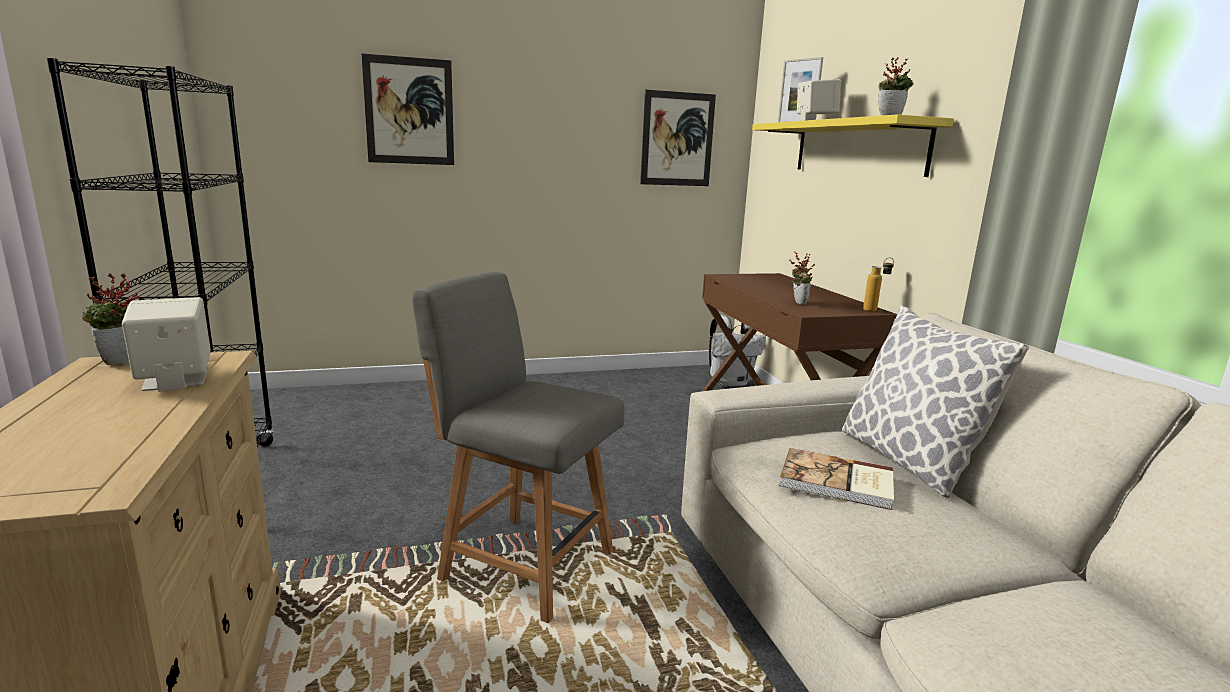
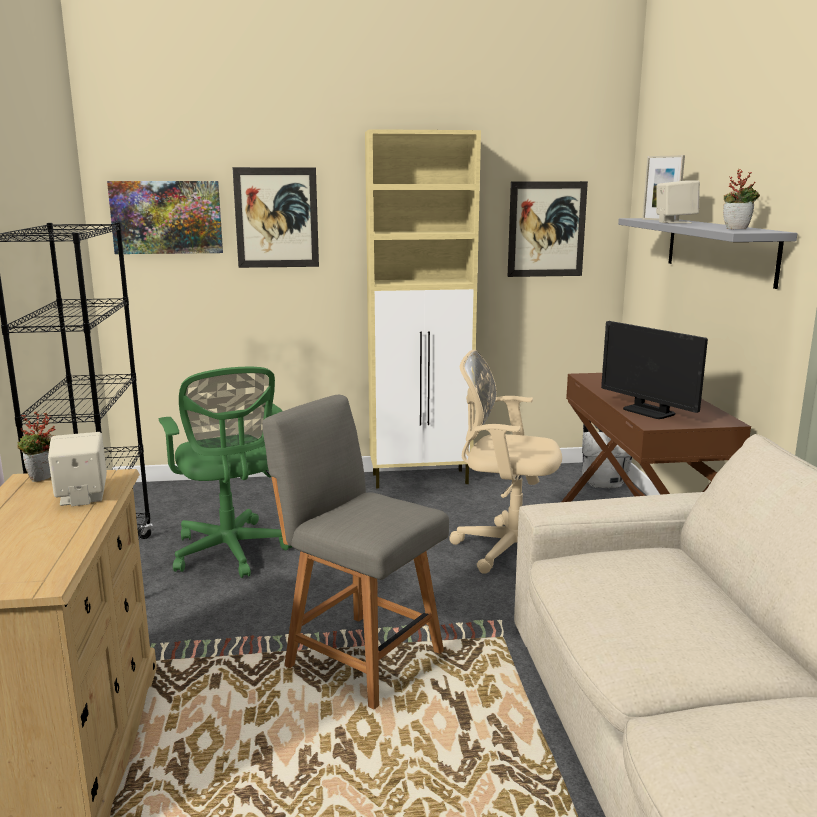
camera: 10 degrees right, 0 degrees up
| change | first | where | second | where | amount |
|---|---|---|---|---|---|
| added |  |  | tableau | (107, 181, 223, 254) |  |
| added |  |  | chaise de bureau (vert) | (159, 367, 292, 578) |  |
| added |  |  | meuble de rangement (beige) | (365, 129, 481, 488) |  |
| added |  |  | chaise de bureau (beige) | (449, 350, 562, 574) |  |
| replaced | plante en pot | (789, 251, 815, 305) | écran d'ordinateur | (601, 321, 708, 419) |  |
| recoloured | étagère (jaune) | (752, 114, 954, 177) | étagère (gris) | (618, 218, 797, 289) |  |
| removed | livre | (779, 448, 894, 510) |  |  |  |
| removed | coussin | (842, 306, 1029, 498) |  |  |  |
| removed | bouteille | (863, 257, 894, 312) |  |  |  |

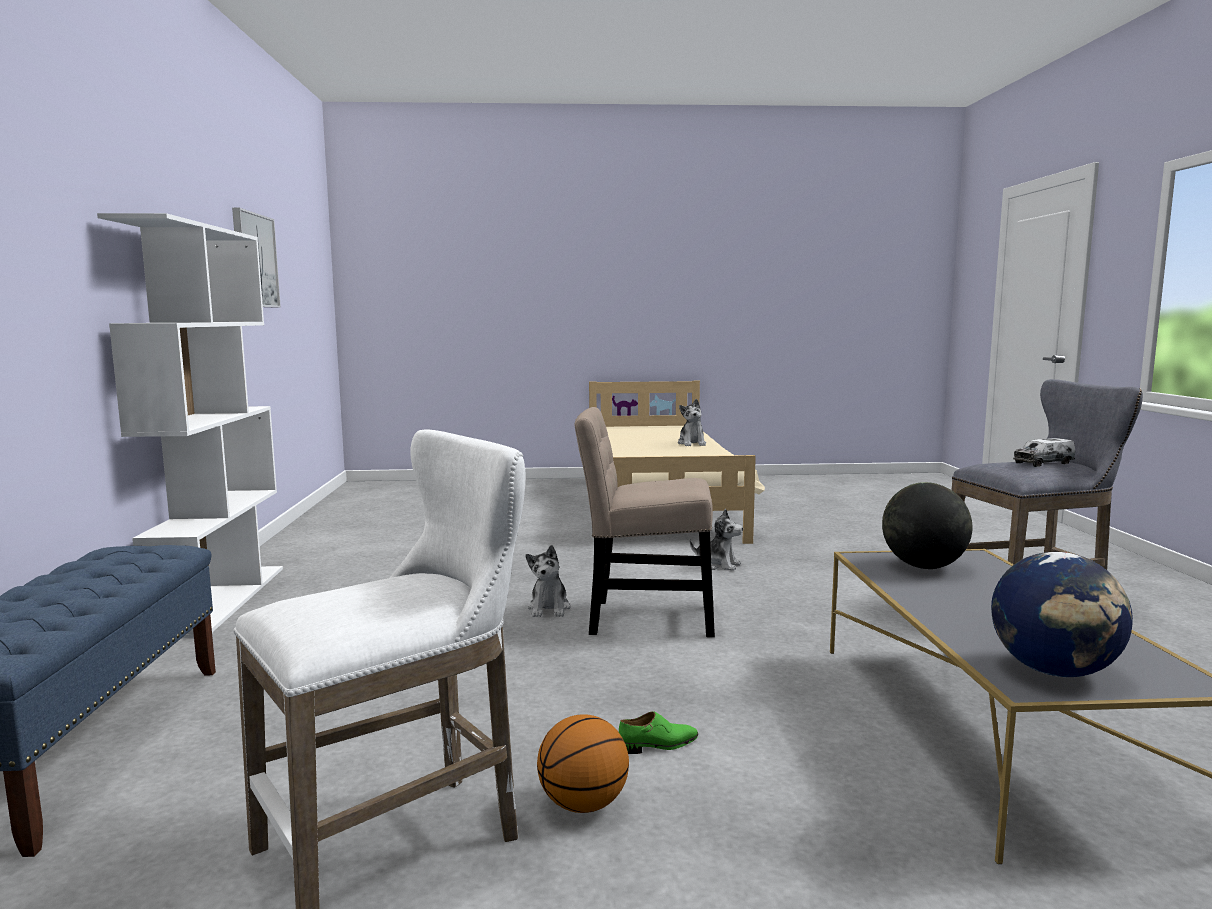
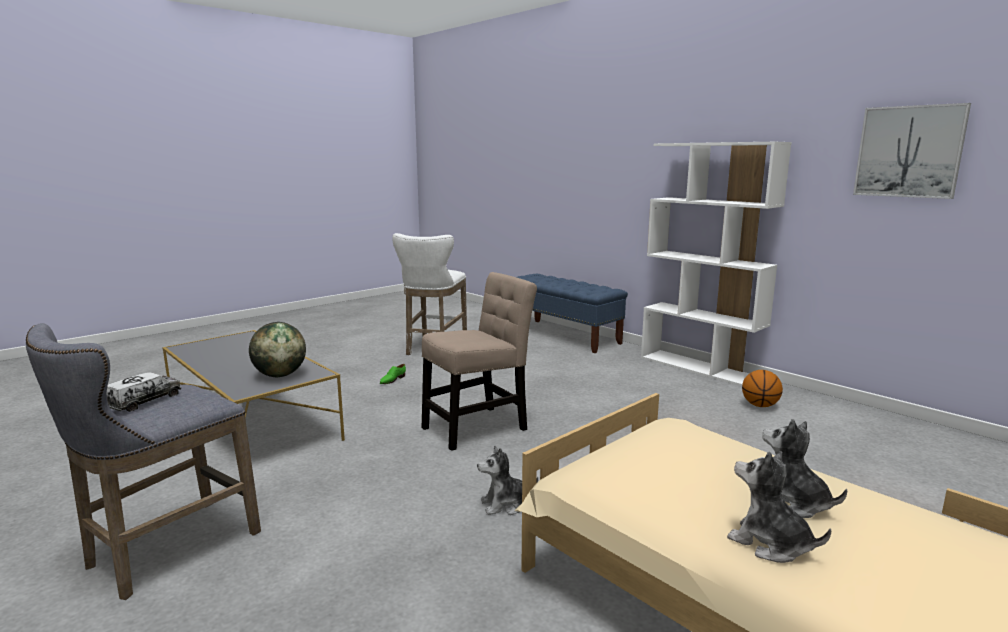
camera: 140 degrees right, 5 degrees up
| change | first | where | second | where | amount |
|---|---|---|---|---|---|
| moved | ballon de basket | (537, 714, 629, 813) |  | (742, 370, 783, 407) |  |
| moved | peluche | (526, 545, 571, 617) |  | (762, 419, 847, 518) |  |
| removed | globe | (991, 552, 1133, 677) |  |  |  |

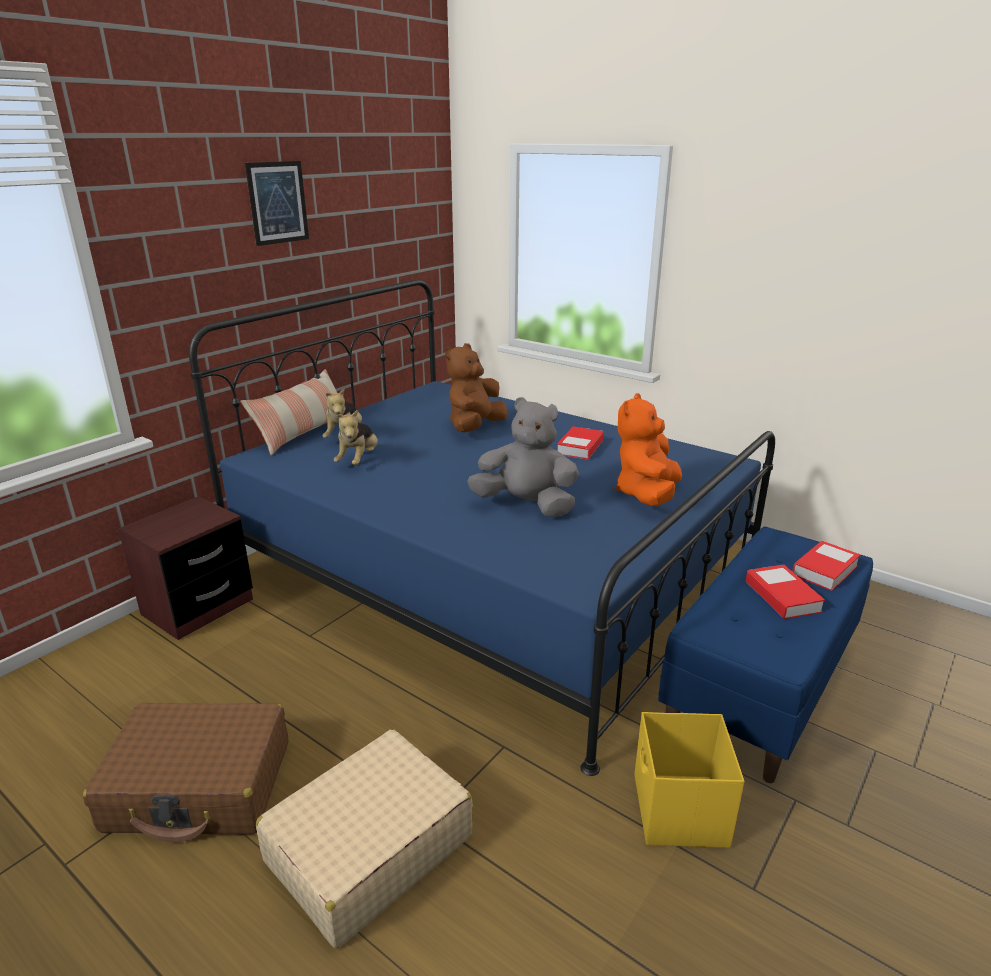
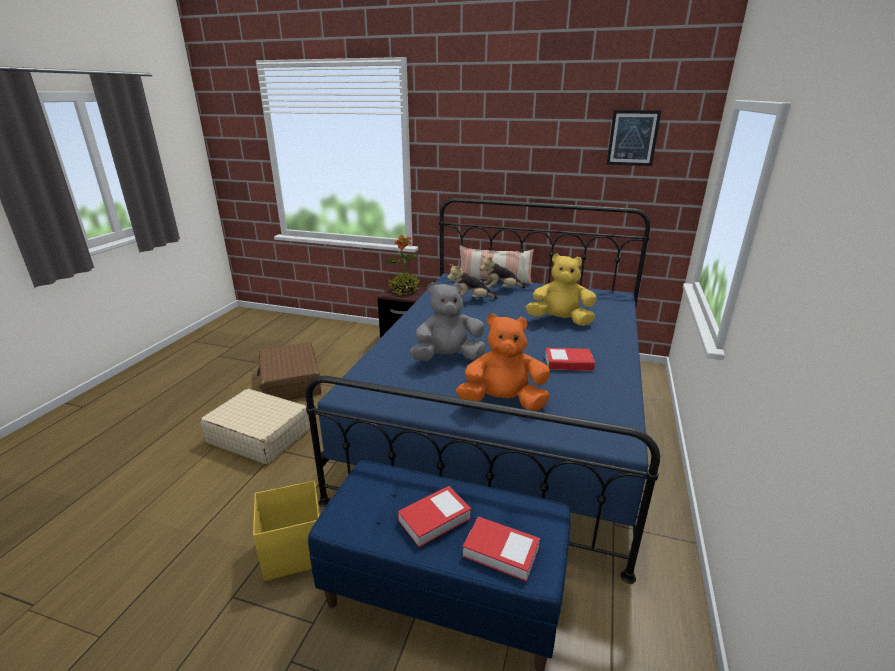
camera: 70 degrees right, 0 degrees up
| change | first | where | second | where | amount |
|---|---|---|---|---|---|
| added |  |  | plante en pot | (385, 234, 420, 295) |  |
| turned | peluche (gris) | (467, 397, 579, 517) |  | (410, 282, 486, 361) | 105 degrees counterclockwise |
| recoloured | peluche (marron) | (445, 343, 507, 432) | peluche (jaune) | (526, 254, 597, 326) |  |
| moved | tableau | (245, 161, 309, 246) |  | (607, 110, 661, 166) |  |

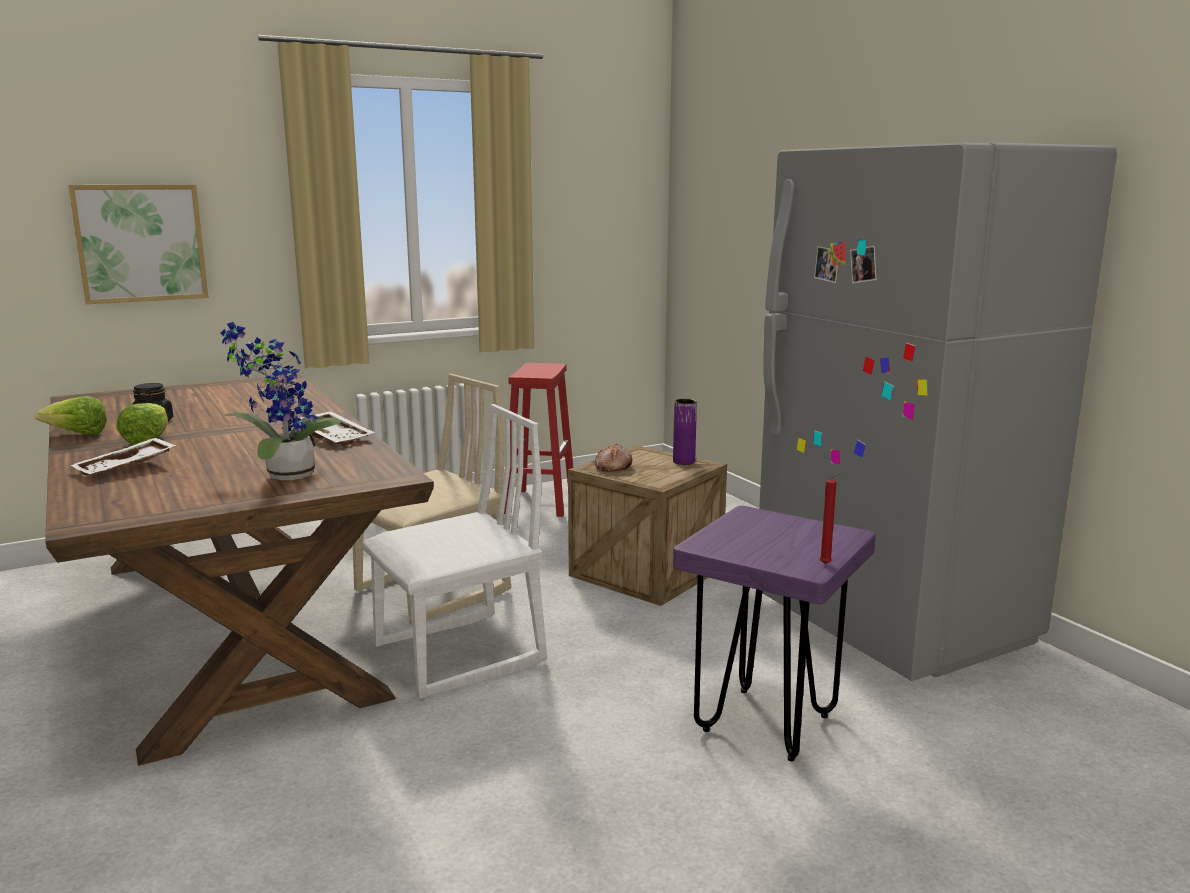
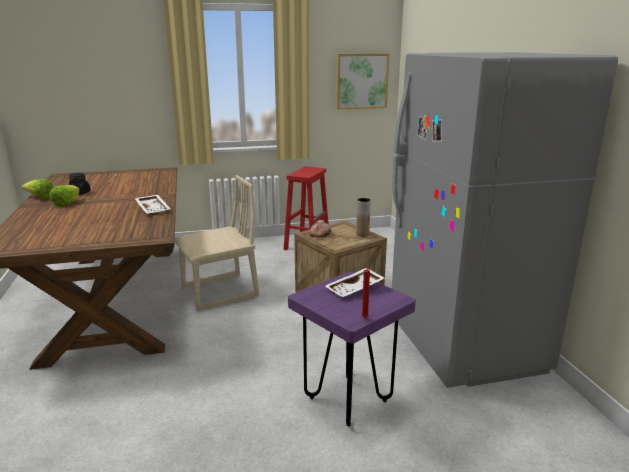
camera: 15 degrees right, 5 degrees up
| change | first | where | second | where | amount |
|---|---|---|---|---|---|
| moved | plateau (blanc) | (70, 438, 176, 475) |  | (325, 268, 385, 297) |  |
| moved | tableau | (68, 185, 209, 304) |  | (336, 54, 389, 109) |  |
| recoloured | vase (violet) | (673, 399, 697, 465) | vase (marron) | (356, 198, 371, 237) |  |
| removed | plante en pot | (220, 322, 341, 480) |  |  |  |
| removed | chaise (blanc) | (361, 404, 547, 699) |  |  |  |

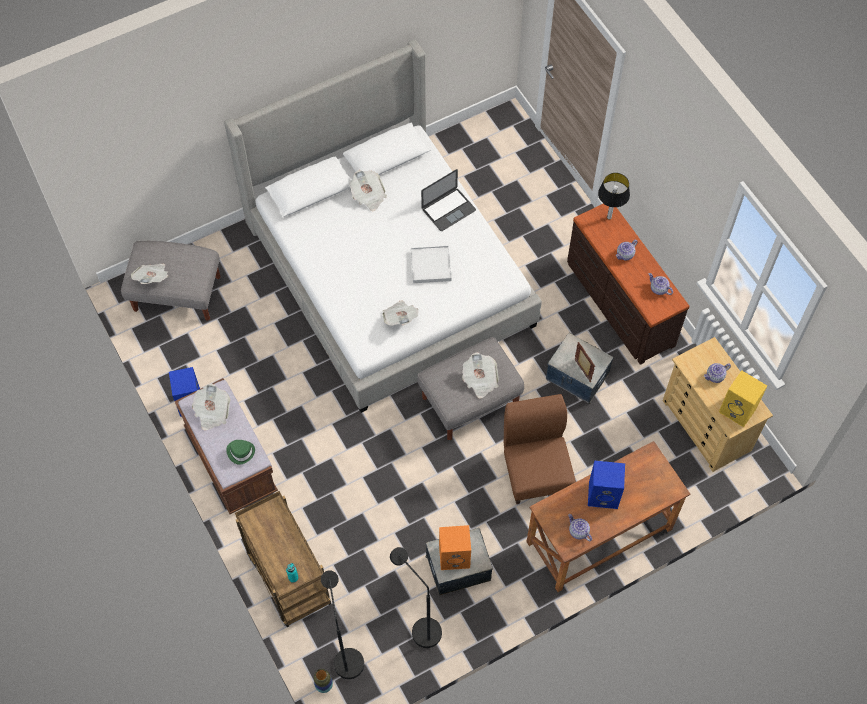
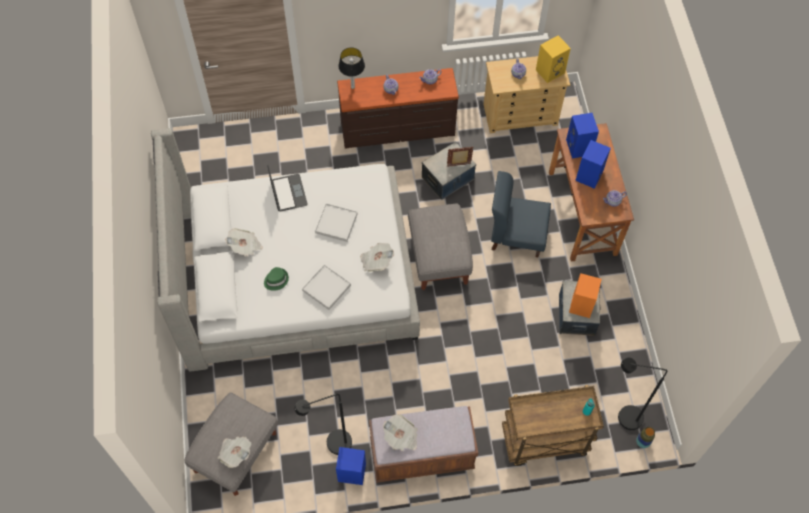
camera: 70 degrees left, 0 degrees up
| change | first | where | second | where | amount |
|---|---|---|---|---|---|
| moved | chapeau (vert) | (226, 440, 255, 465) |  | (264, 267, 289, 291) |  |
| moved | lampadaire (noir) | (390, 547, 442, 648) |  | (294, 394, 352, 455) |  |
| added |  |  | plateau (blanc) | (302, 265, 351, 310) |  |
| recoloured | chaise (marron) | (504, 394, 576, 504) | chaise (bleu) | (491, 171, 551, 257) |  |
| added |  |  | enceinte (bleu) | (566, 113, 599, 158) |  |
| removed | journal | (462, 352, 499, 399) |  |  |  |

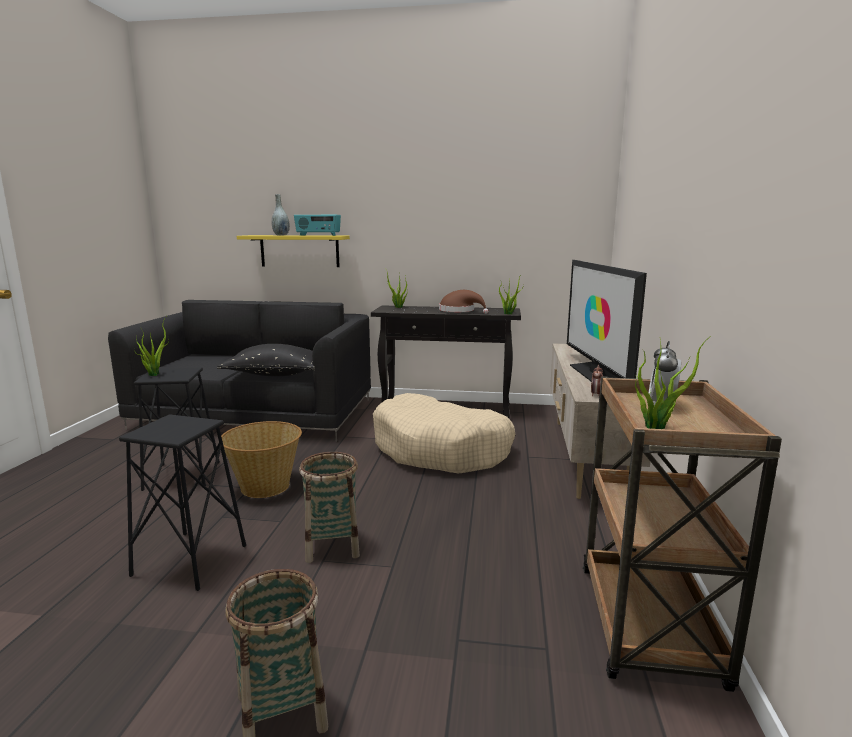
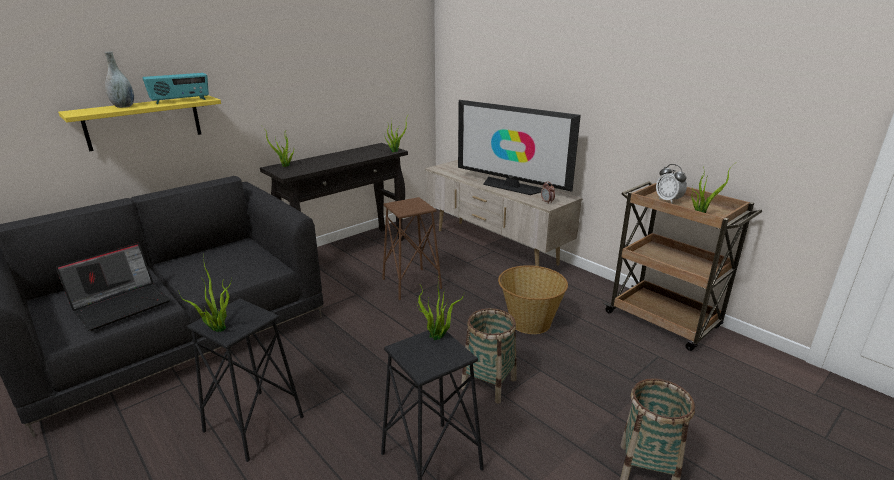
camera: 50 degrees left, 10 degrees up
| change | first | where | second | where | amount |
|---|---|---|---|---|---|
| added |  |  | ordinateur portable | (56, 243, 171, 331) |  |
| replaced | panier pour chien (beige) | (373, 393, 515, 474) | tabouret (marron) | (382, 197, 442, 300) |  |
| added |  |  | plante en pot | (417, 278, 465, 340) |  |
| moved | panier | (221, 421, 302, 498) |  | (498, 265, 568, 334) |  |
| removed | coussin (noir) | (217, 344, 315, 376) |  |  |  |
| removed | chapeau (marron) | (439, 290, 488, 314) |  |  |  |

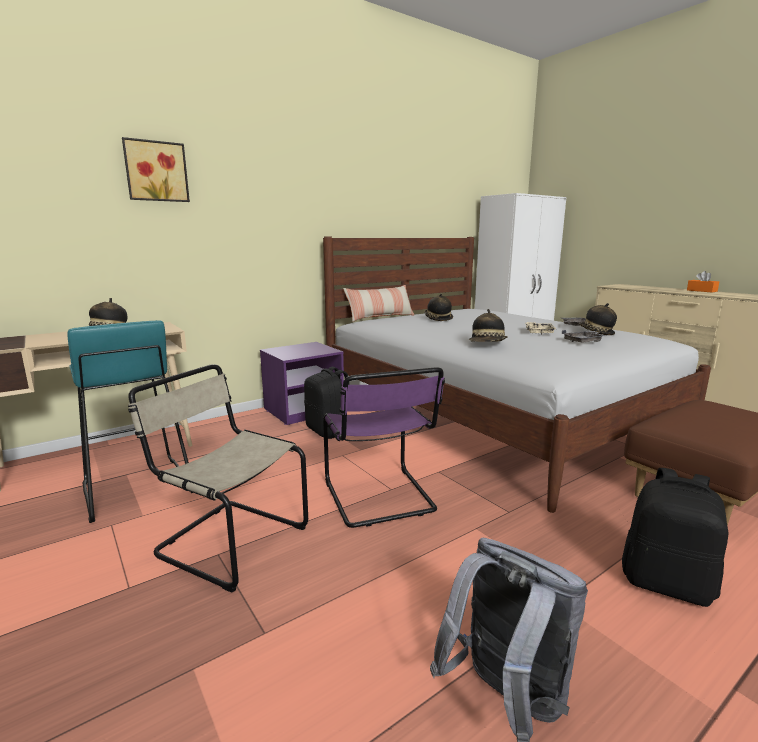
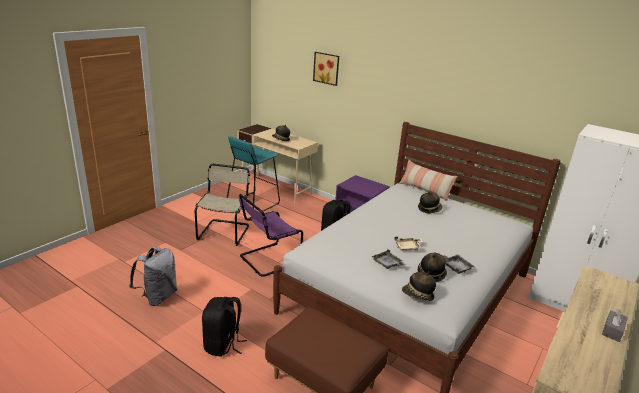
camera: 70 degrees right, 10 degrees up
| change | first | where | second | where | amount |
|---|---|---|---|---|---|
| moved | chapeau | (469, 309, 508, 342) |  | (402, 271, 436, 301) |  |
| recoloured | boîte à mouchoirs (orange) | (687, 271, 719, 292) | boîte à mouchoirs (gris) | (602, 309, 628, 342) |  |

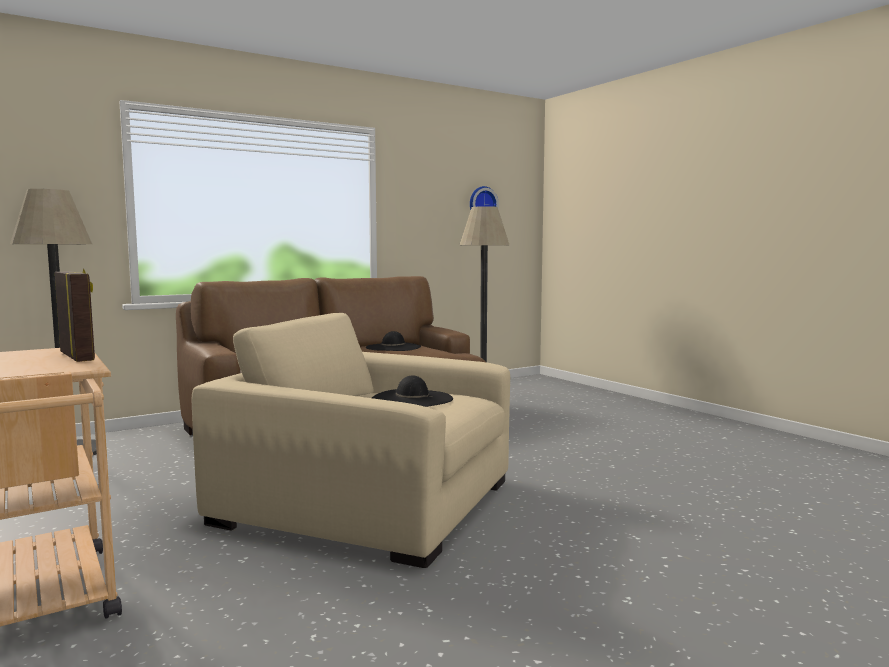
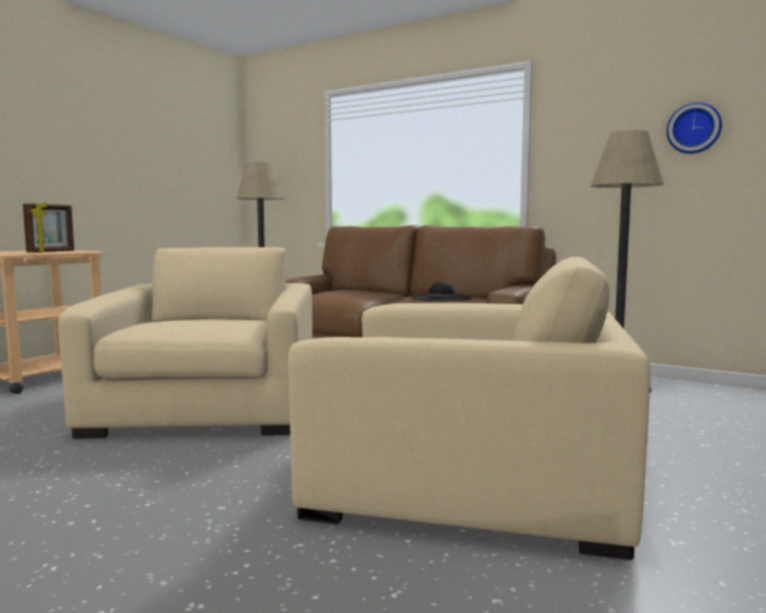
camera: 65 degrees right, 0 degrees up
| change | first | where | second | where | amount |
|---|---|---|---|---|---|
| added |  |  | fauteuil (beige) | (288, 257, 651, 560) |  |
| removed | chapeau (noir) | (372, 375, 453, 407) |  |  |  |

